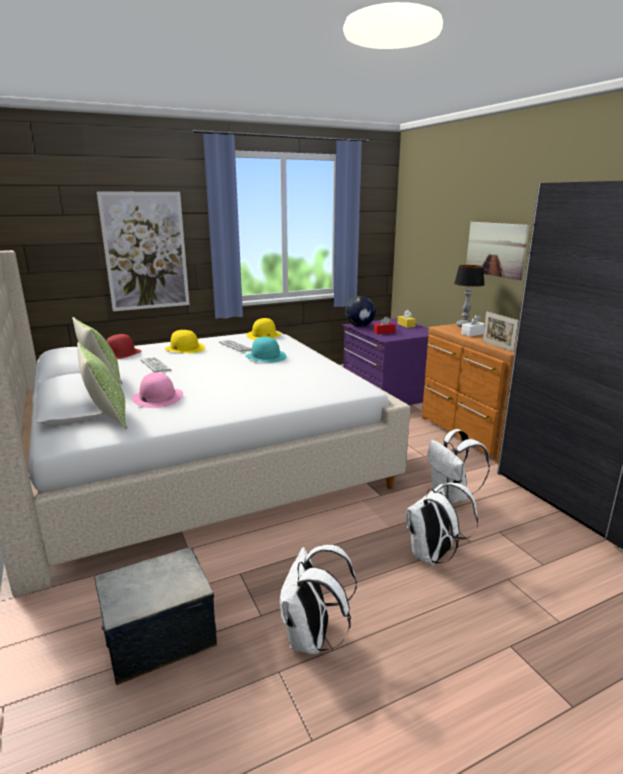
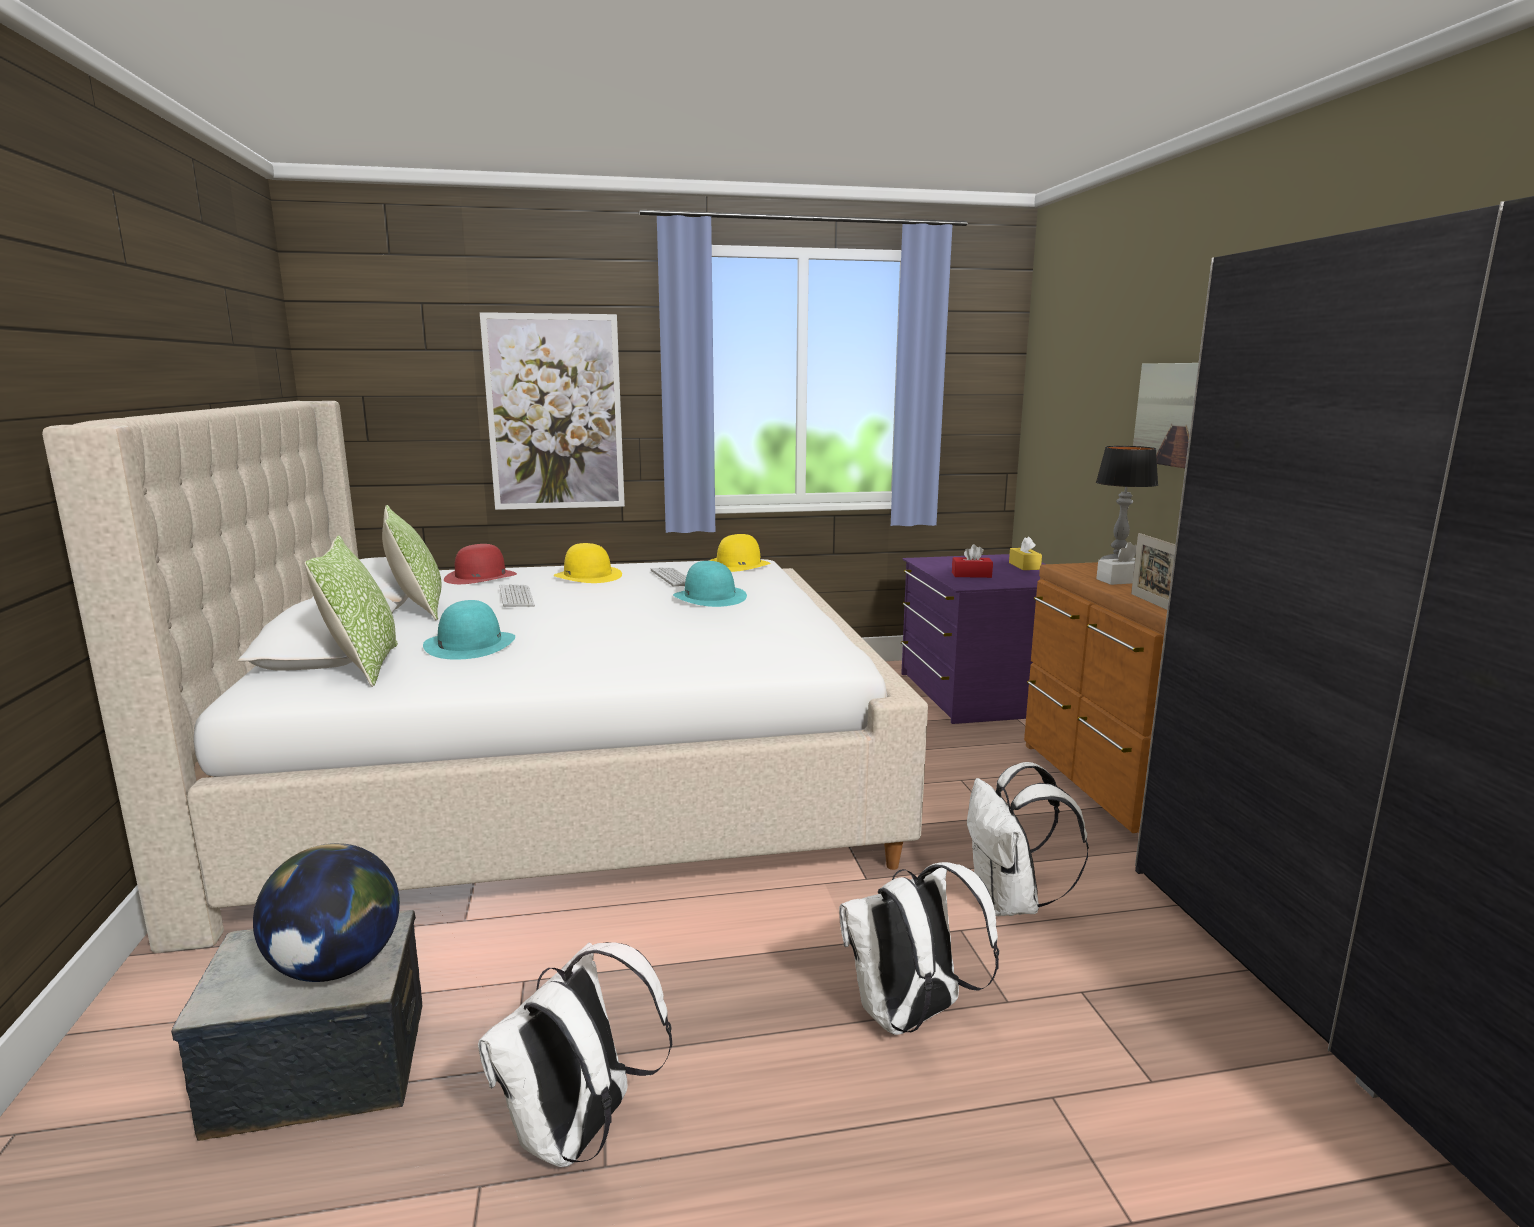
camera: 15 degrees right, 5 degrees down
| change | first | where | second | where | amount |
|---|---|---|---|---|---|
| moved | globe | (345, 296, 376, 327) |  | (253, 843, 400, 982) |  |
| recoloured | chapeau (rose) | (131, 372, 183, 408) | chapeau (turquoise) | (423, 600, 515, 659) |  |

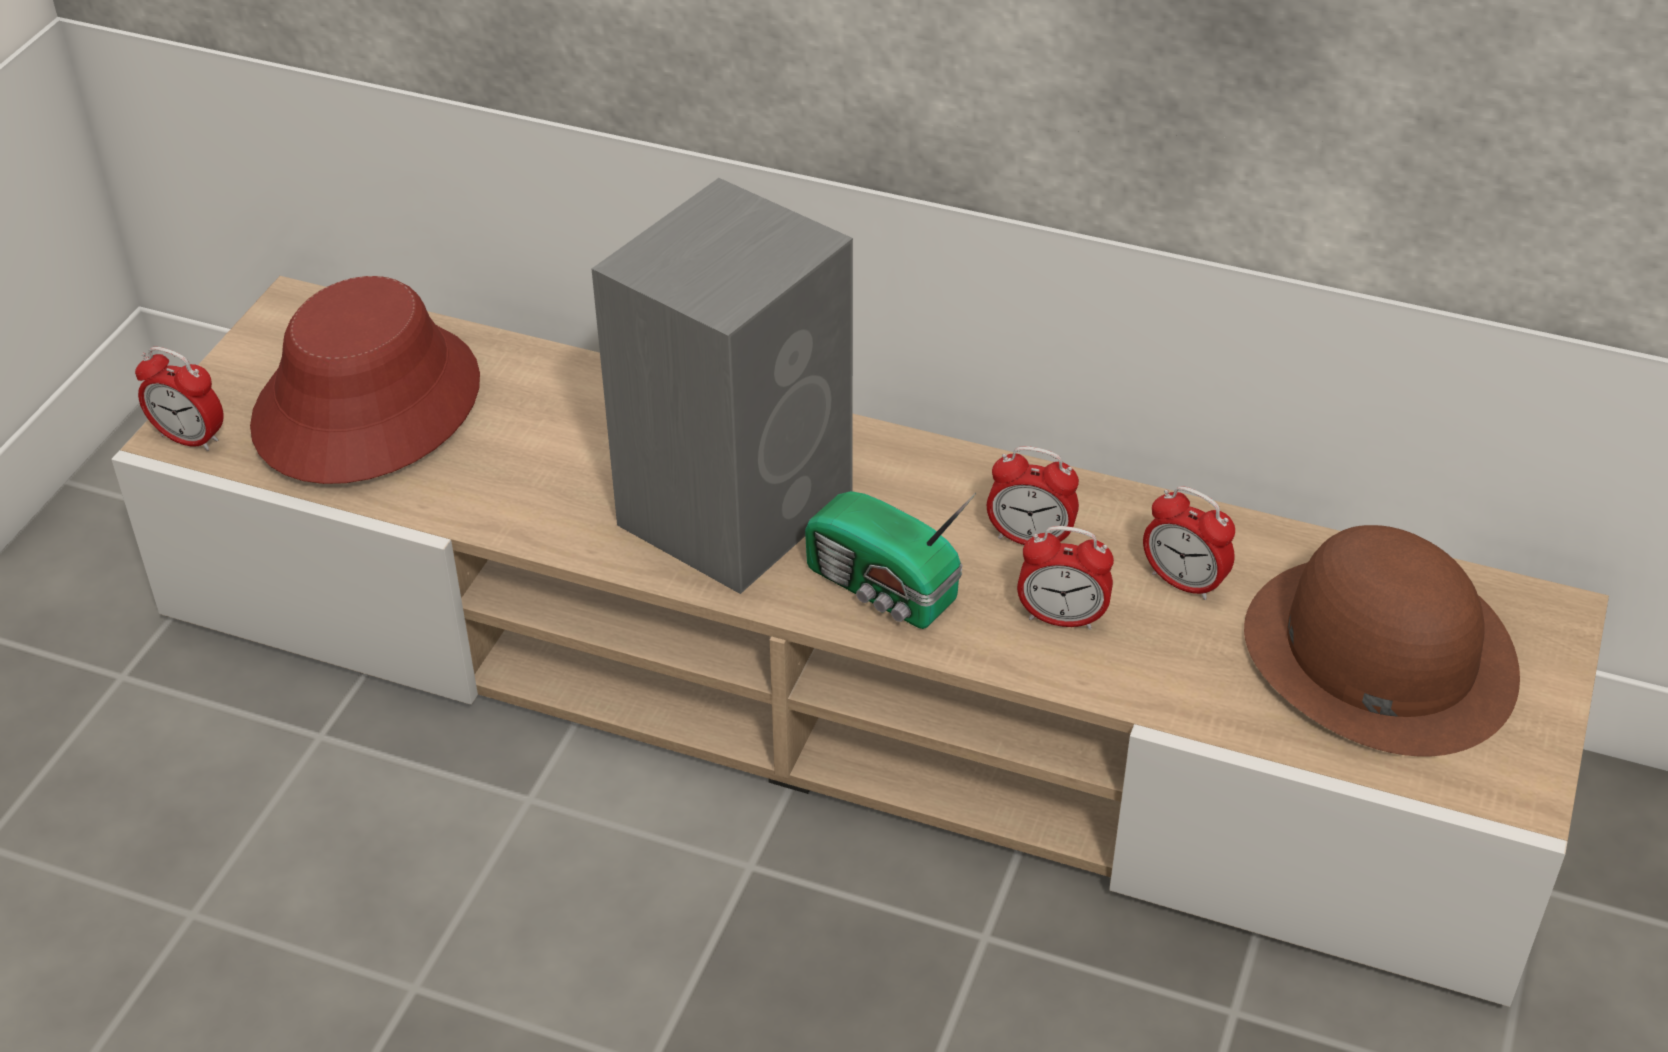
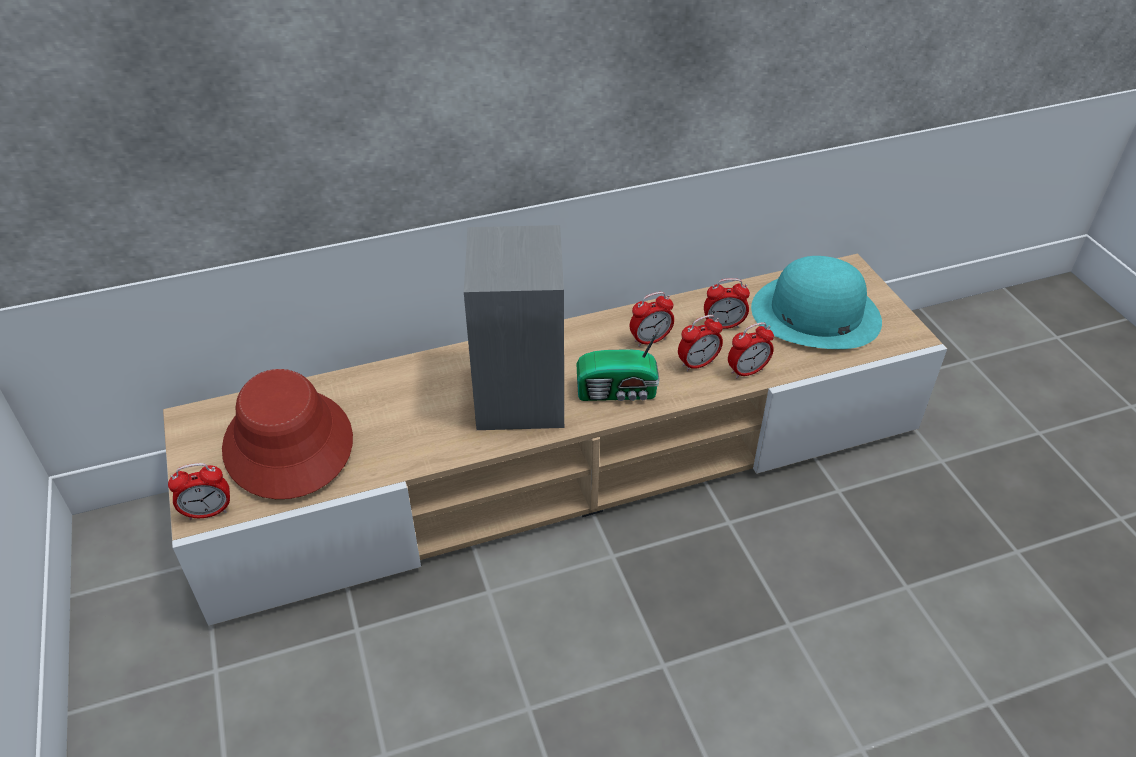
camera: 40 degrees left, 0 degrees up
| change | first | where | second | where | amount |
|---|---|---|---|---|---|
| added |  |  | réveil | (728, 322, 774, 379) |  |
| recoloured | chapeau (marron) | (1244, 525, 1520, 756) | chapeau (turquoise) | (751, 256, 882, 349) |  |

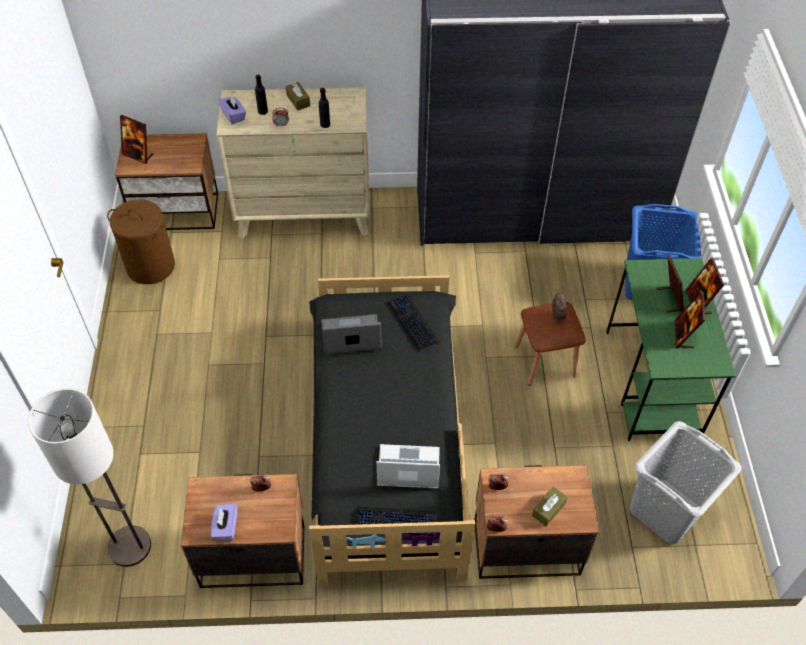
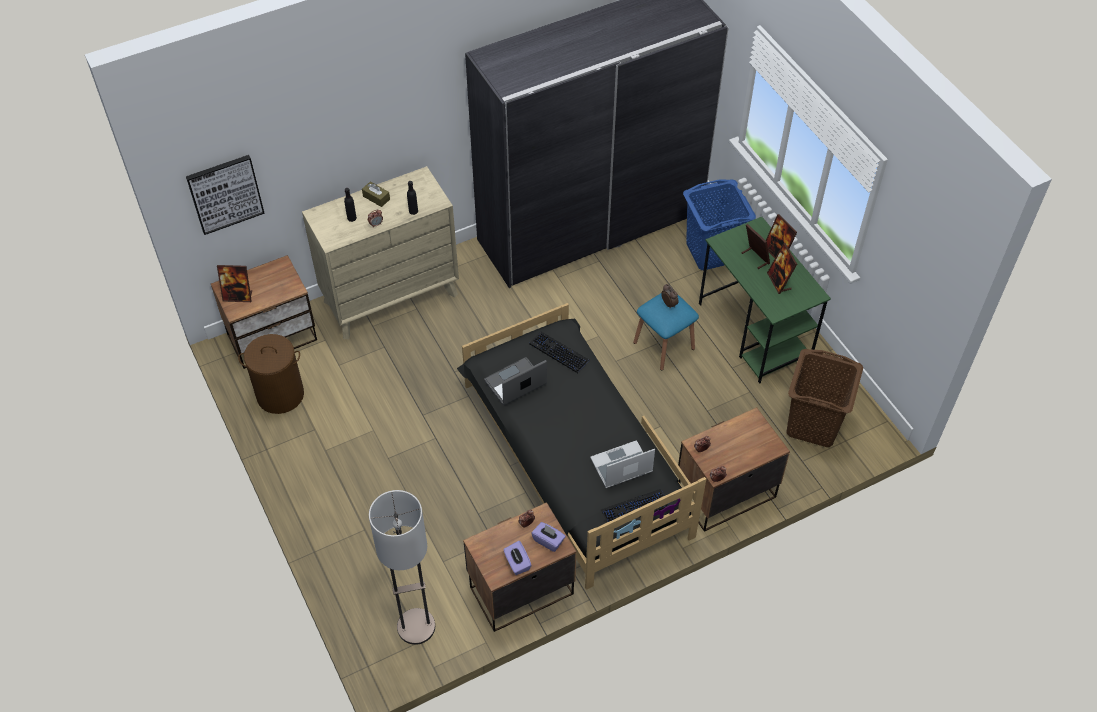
camera: 25 degrees left, 0 degrees up
| change | first | where | second | where | amount |
|---|---|---|---|---|---|
| added |  |  | tableau | (186, 155, 265, 235) |  |
| moved | boîte à mouchoirs (violet) | (218, 94, 246, 125) |  | (531, 522, 566, 552) |  |
| recoloured | tabouret (marron) | (515, 302, 585, 386) | tabouret (bleu) | (633, 294, 699, 370) |  |
| recoloured | panier à linge (gris) | (630, 421, 742, 544) | panier à linge (marron) | (787, 349, 863, 447) |  |
| removed | boîte à mouchoirs (marron) | (532, 486, 568, 526) |  |  |  |

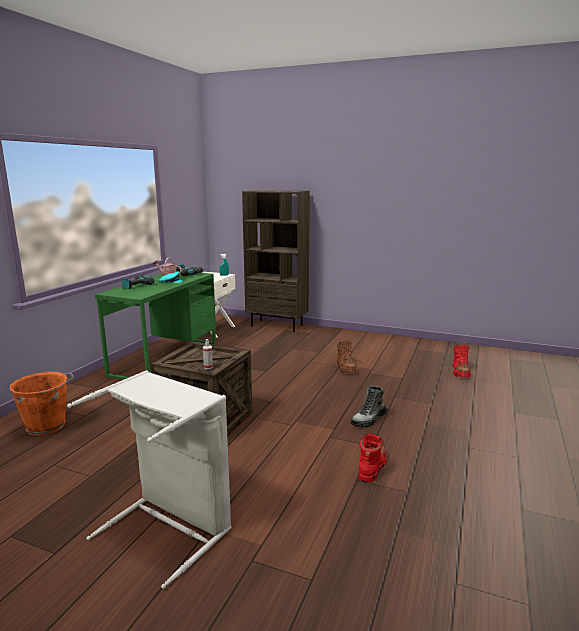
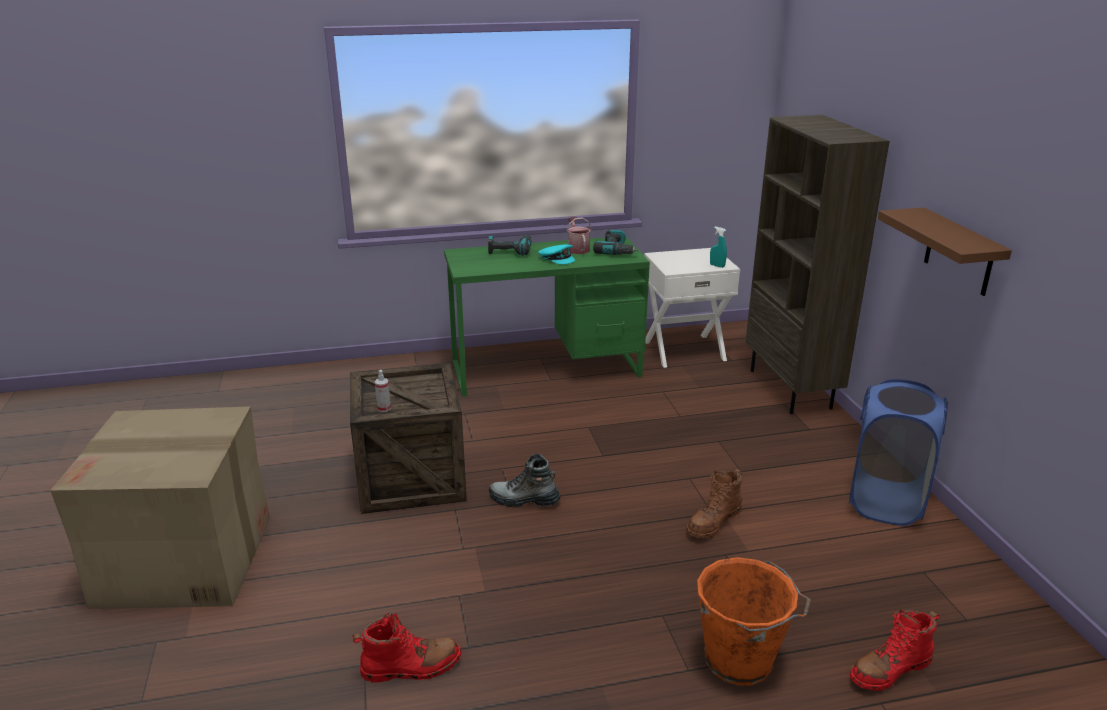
camera: 55 degrees right, 10 degrees up
| change | first | where | second | where | amount |
|---|---|---|---|---|---|
| replaced | panier à linge (gris) | (67, 370, 231, 589) | carton | (50, 406, 270, 609) |  |
| moved | botte | (351, 385, 387, 427) |  | (489, 454, 560, 507) |  |
| moved | seau (orange) | (9, 371, 74, 436) |  | (697, 557, 811, 686) |  |
| added |  |  | panier à linge (bleu) | (848, 379, 948, 526) |  |
| added |  |  | étagère (marron) | (878, 207, 1012, 296) |  |

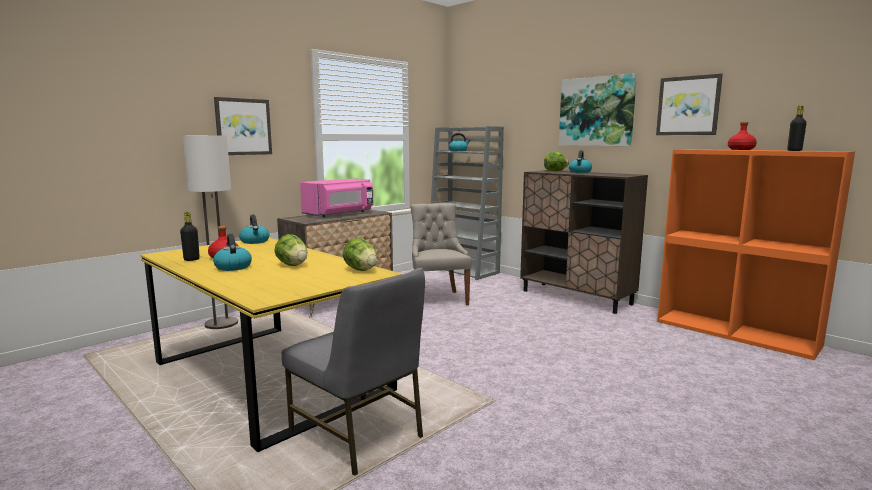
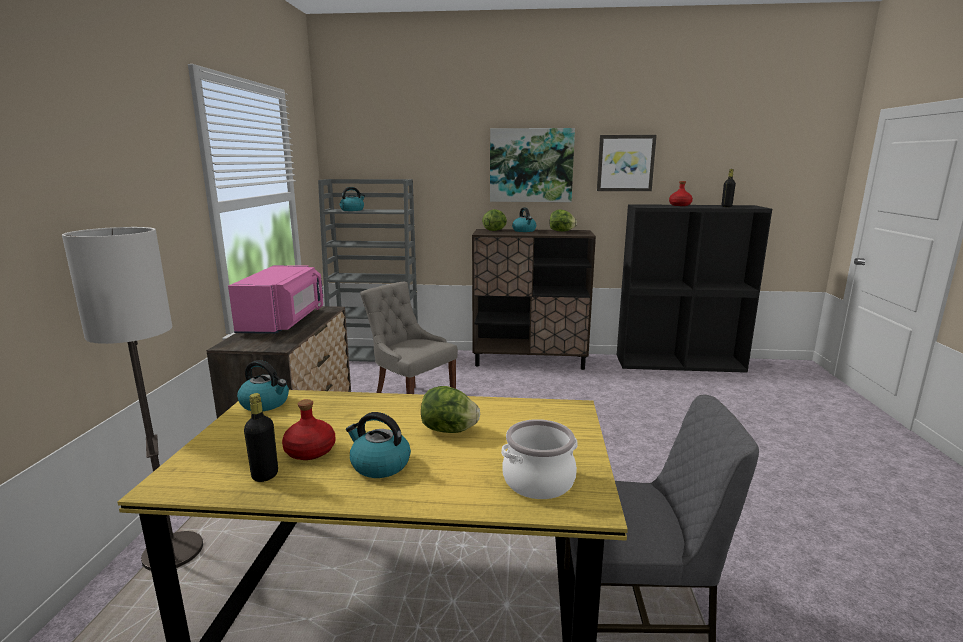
camera: 40 degrees left, 5 degrees up
| change | first | where | second | where | amount |
|---|---|---|---|---|---|
| added |  |  | marmite | (501, 419, 578, 499) |  |
| moved | laitue | (343, 238, 377, 271) |  | (549, 210, 577, 231) |  |
| recoloured | bibliothèque (orange) | (657, 149, 855, 361) | bibliothèque (noir) | (617, 204, 772, 373) |  |
| removed | tableau | (214, 97, 272, 155) |  |  |  |

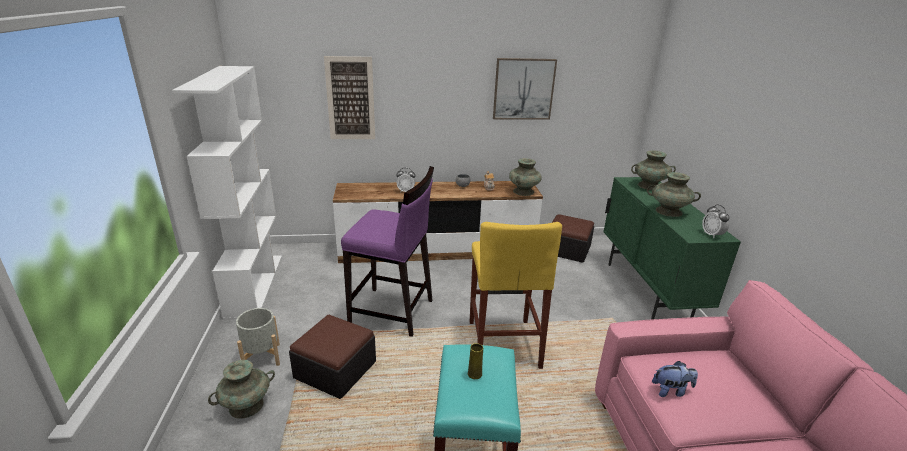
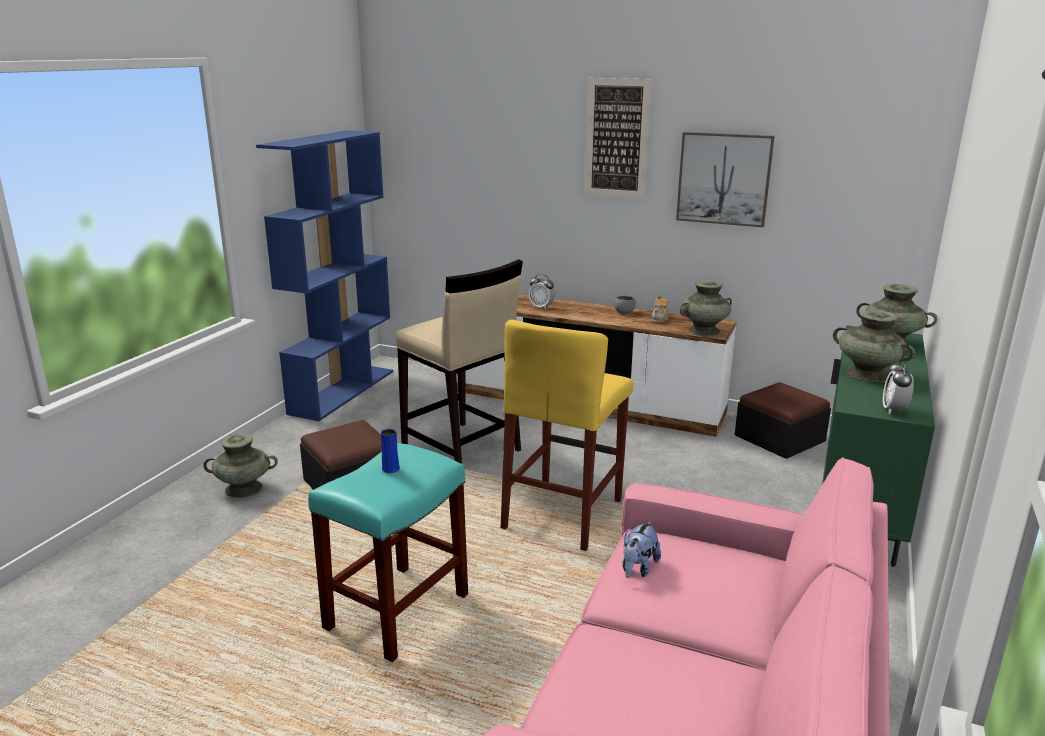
camera: 30 degrees right, 5 degrees down
| change | first | where | second | where | amount |
|---|---|---|---|---|---|
| recoloured | bibliothèque (blanc) | (172, 66, 282, 320) | bibliothèque (bleu) | (256, 130, 393, 421) |  |
| recoloured | vase (jaune) | (468, 343, 483, 379) | vase (bleu) | (381, 429, 400, 473) |  |
| recoloured | tabouret (violet) | (341, 166, 434, 337) | tabouret (beige) | (396, 259, 523, 464) |  |
| moved | tableau | (324, 56, 375, 139) |  | (584, 78, 652, 199) |  |
| turned | peluche | (652, 361, 698, 397) |  | (623, 521, 661, 578) | 90 degrees clockwise |
| removed | cache-pot (gris) | (236, 308, 280, 366) |  |  |  |

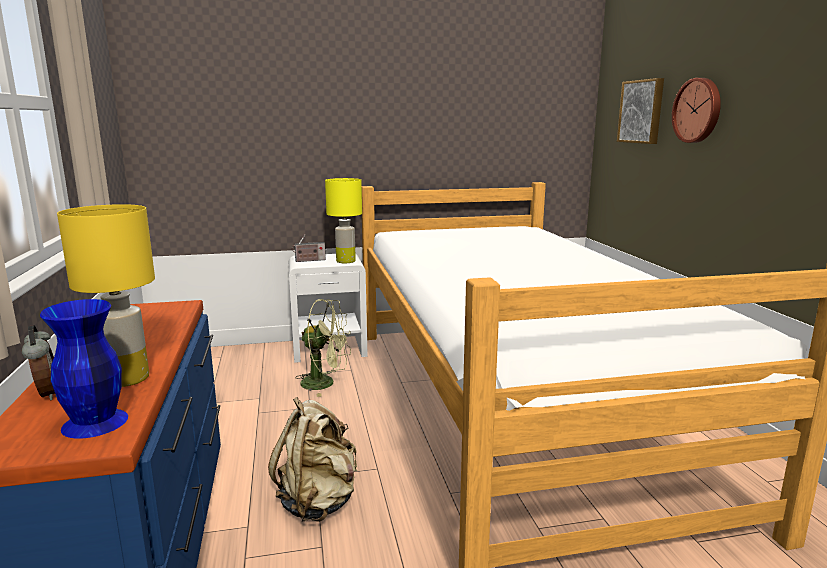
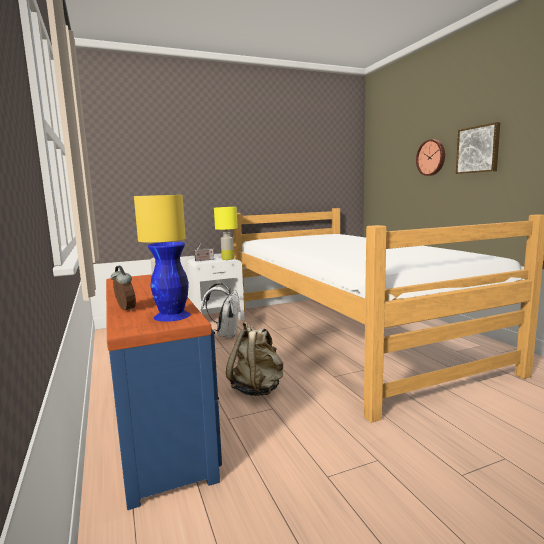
camera: 10 degrees left, 5 degrees down
| change | first | where | second | where | amount |
|---|---|---|---|---|---|
| replaced | ventilateur (vert) | (295, 299, 351, 397) | sac à dos (blanc) | (201, 283, 240, 338) |  |
| moved | tableau | (617, 78, 664, 144) |  | (456, 122, 500, 174) |  |

